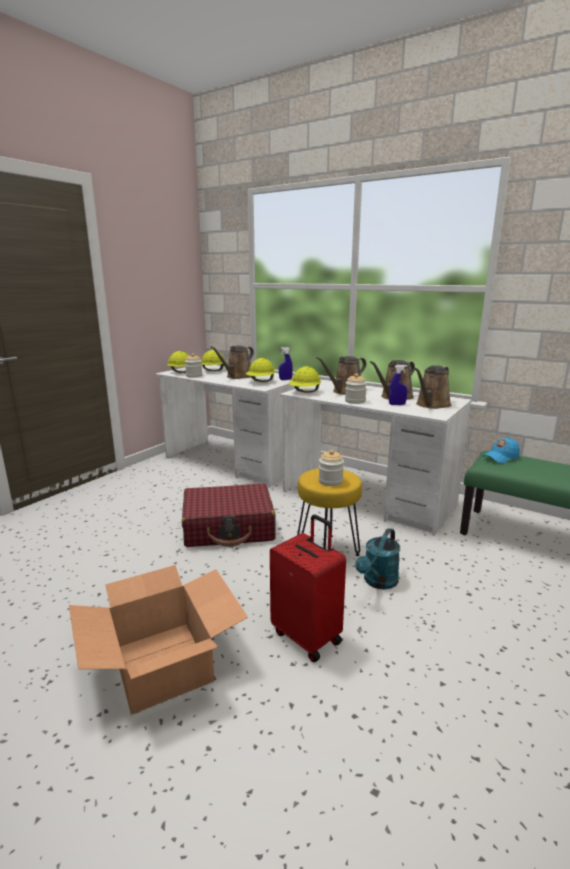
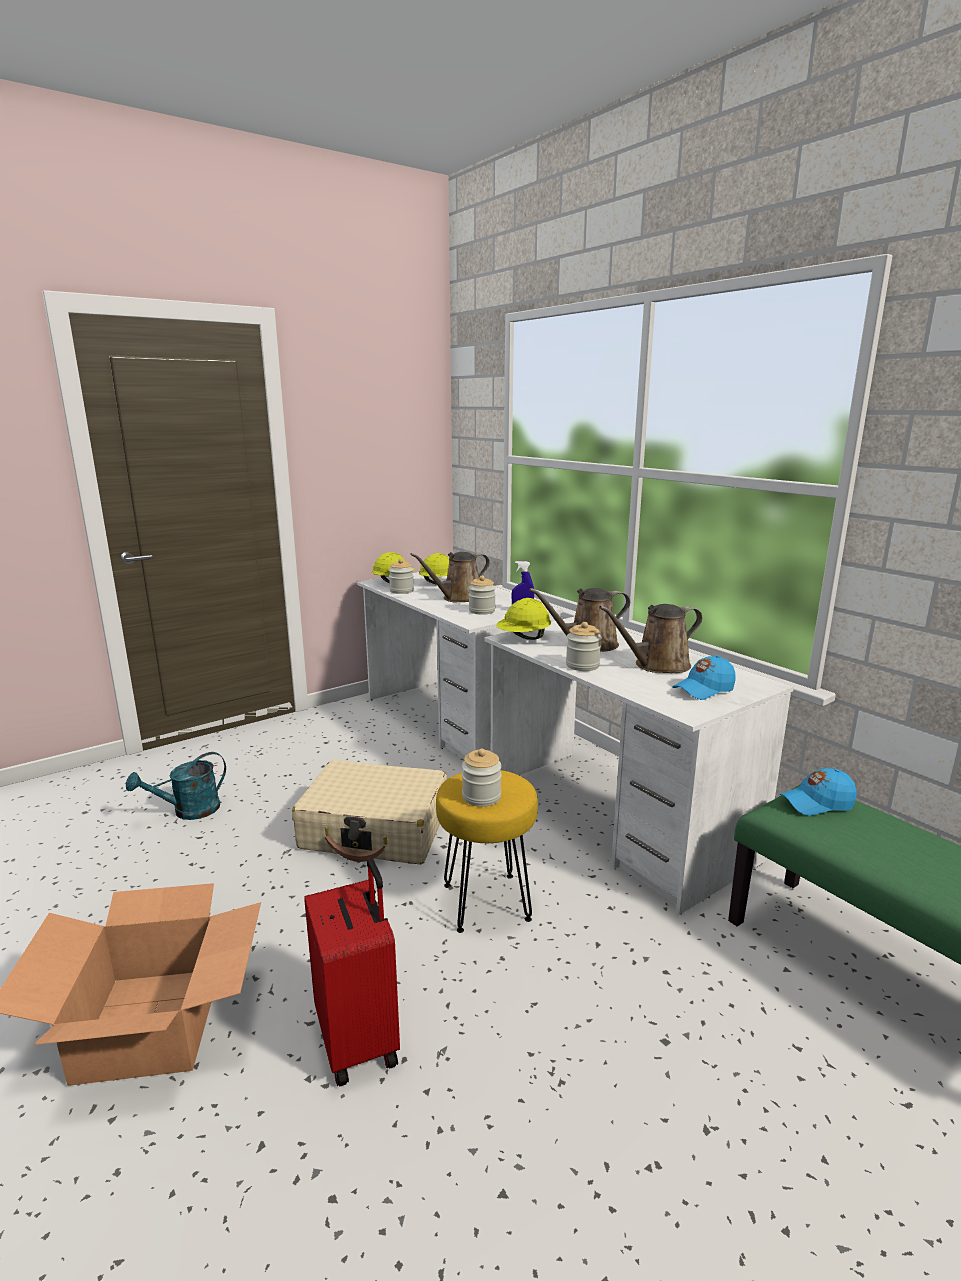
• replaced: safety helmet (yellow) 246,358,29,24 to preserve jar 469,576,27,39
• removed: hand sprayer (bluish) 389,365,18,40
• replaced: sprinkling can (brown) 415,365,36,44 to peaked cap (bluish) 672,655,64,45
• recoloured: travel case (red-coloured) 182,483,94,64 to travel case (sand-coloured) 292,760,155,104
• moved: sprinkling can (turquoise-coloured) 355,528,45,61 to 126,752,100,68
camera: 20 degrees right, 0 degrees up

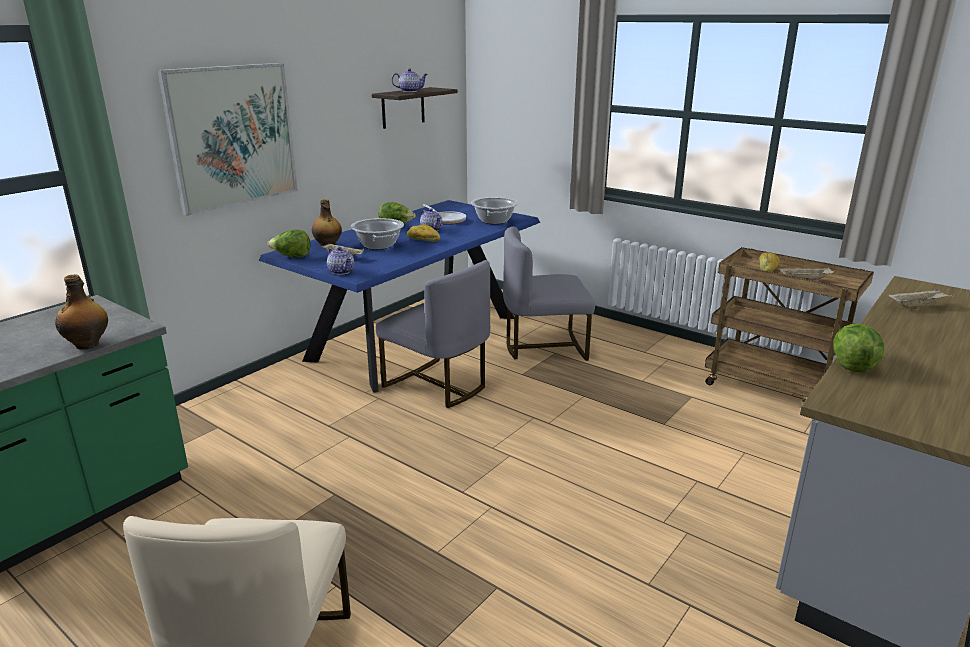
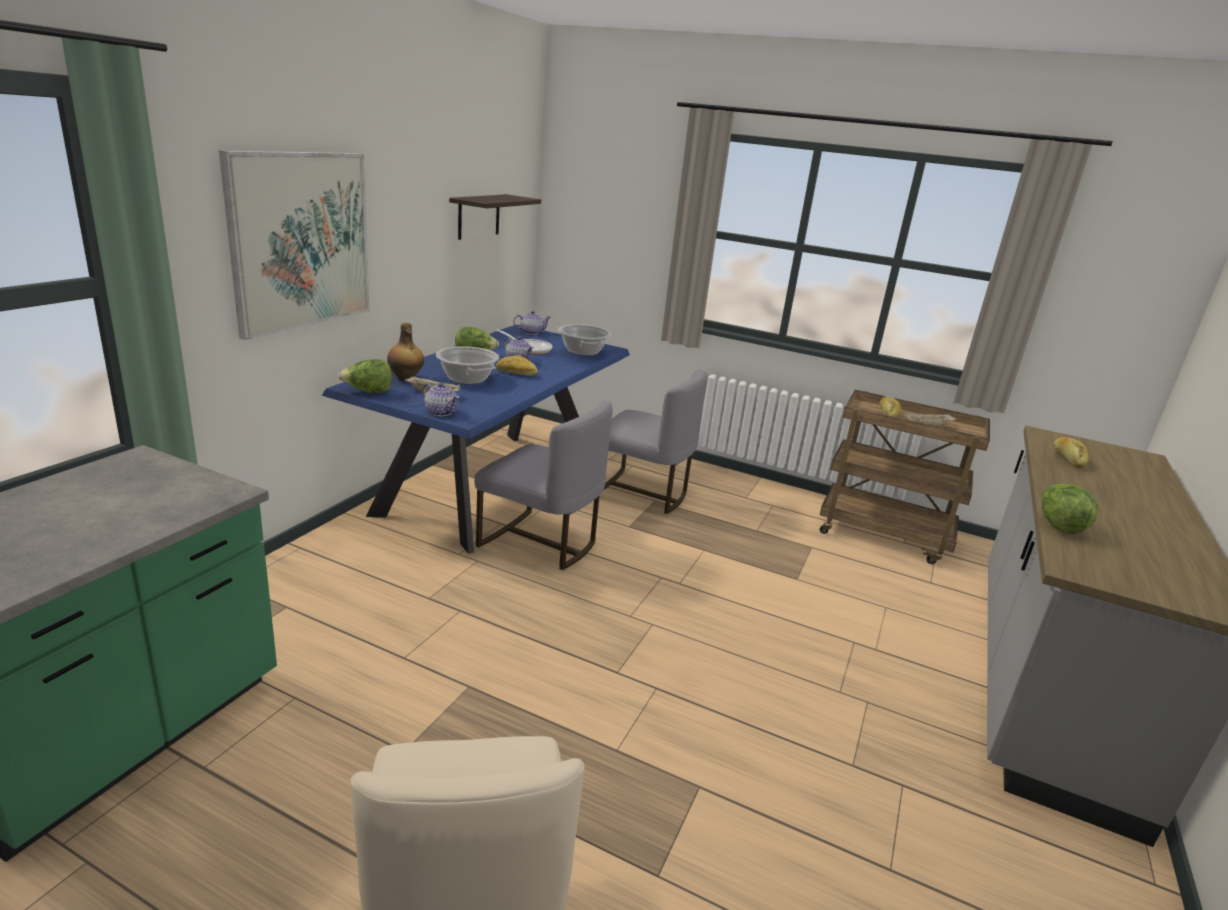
• moved: pot for tea 392,68,36,24 to 513,311,38,24
• turned: plain chair (gray) 503,227,92,134 = 604,369,104,145 135 degrees counterclockwise
• removed: beverage bottle 55,274,53,76
• replaced: carrying tray (sand-coloured) 888,288,66,21 to bakery bread 1054,437,34,31
camera: 15 degrees left, 0 degrees up

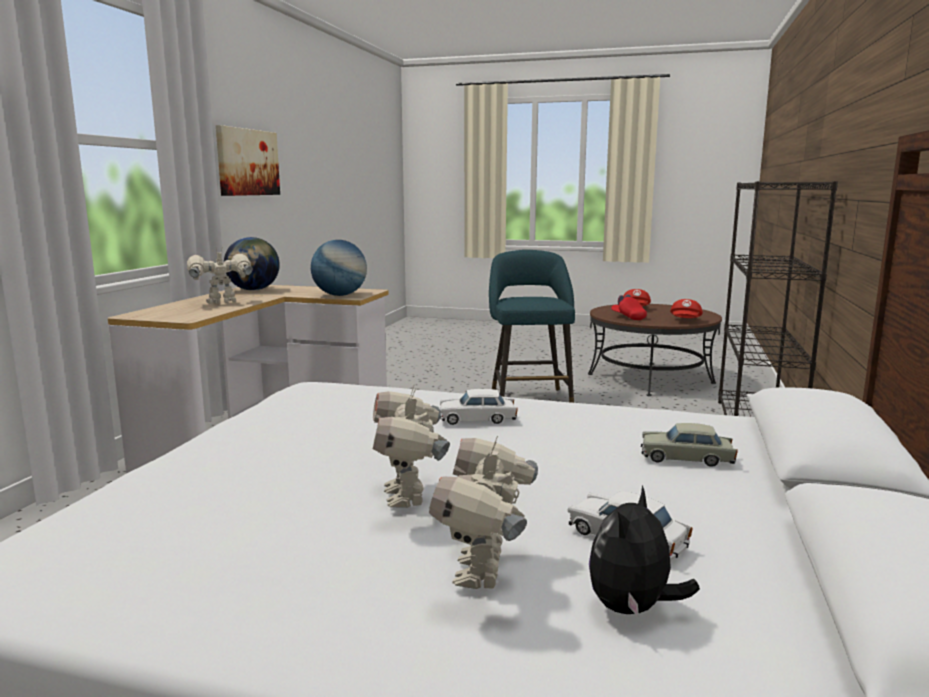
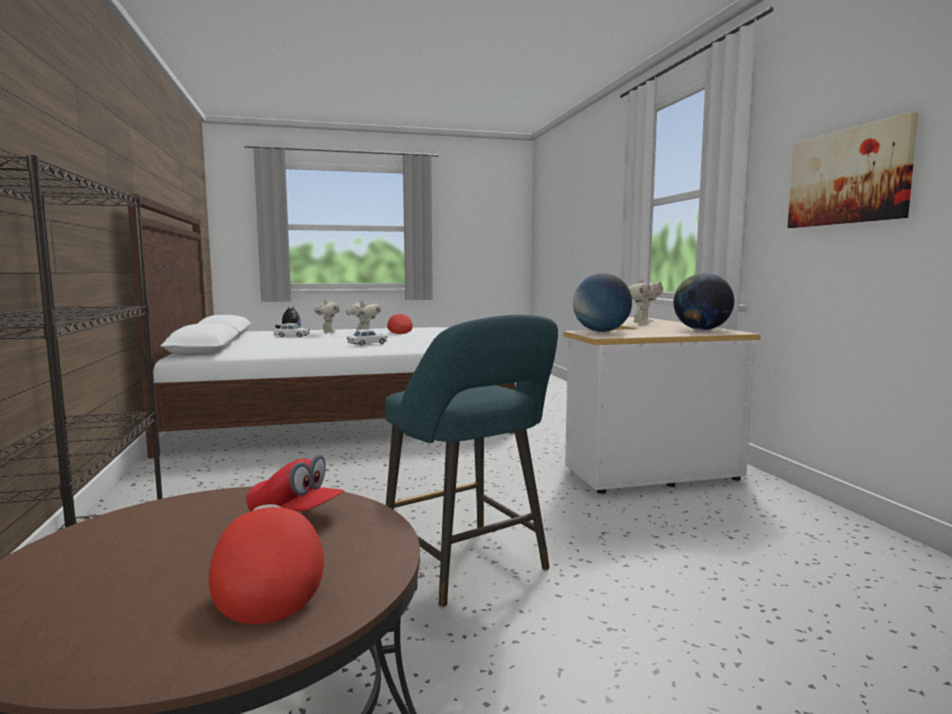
• moved: peaked cap (red-coloured) 670,299,33,19 to 387,314,26,20
• removed: miniature car (sand-coloured) 641,423,97,44
camera: 150 degrees right, 5 degrees down

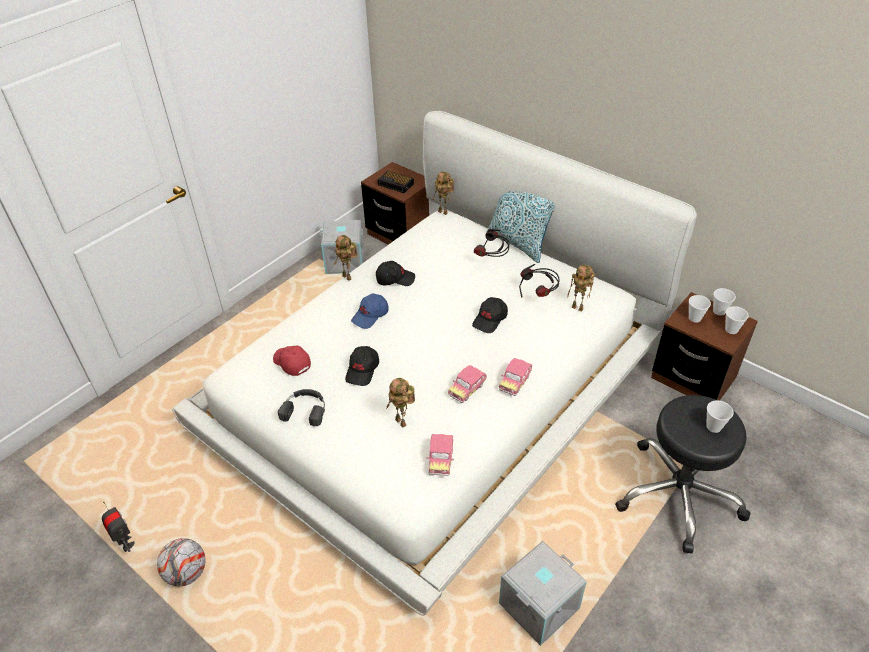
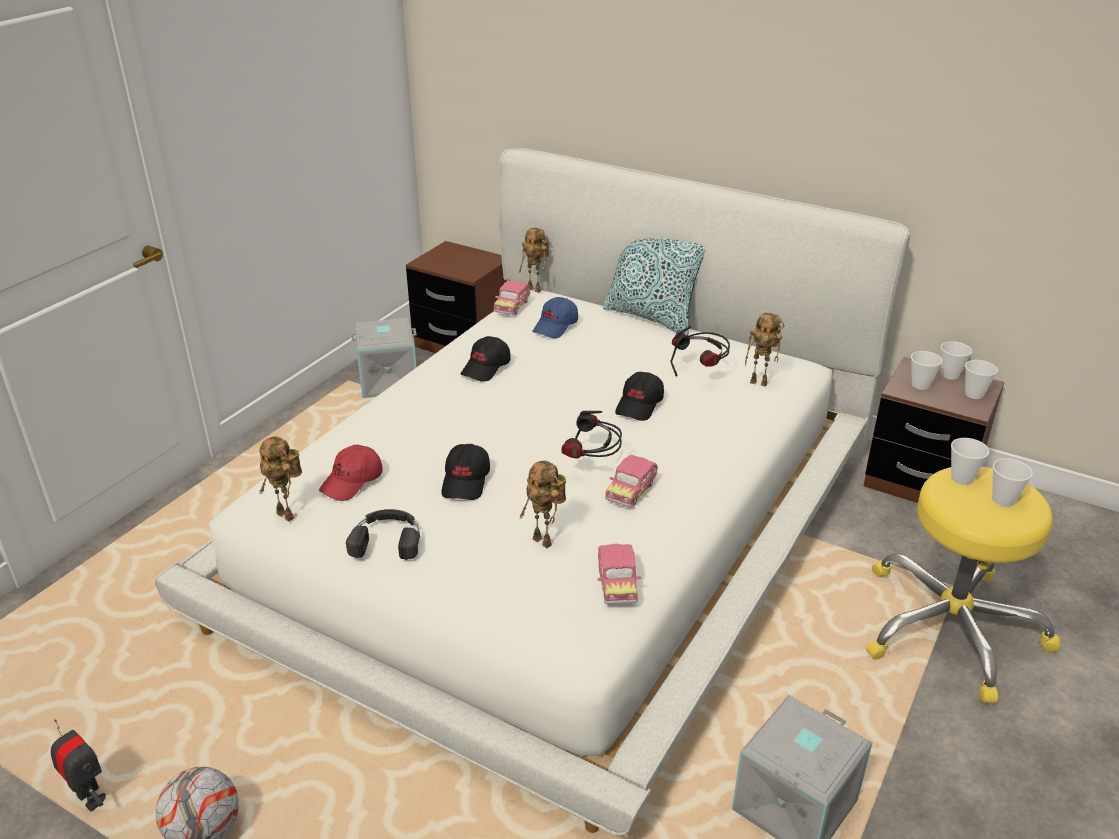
• removed: bedside clock 378,171,36,22
• moved: pair of headphones 474,229,35,28 to 562,411,60,47
• moved: toy robot 334,235,23,46 to 259,436,43,85
• turned: peaked cap (black-coloured) 376,261,39,25 = 461,336,50,46 135 degrees clockwise
• moved: peaked cap (bluish) 351,294,38,35 to 532,297,46,41
• turned: peaked cap (red-coloured) 273,346,38,30 = 319,445,64,56 90 degrees counterclockwise
• moved: miniature car 499,358,33,38 to 494,281,36,34
• recoloured: stool (black-coloured) 615,395,135,158 to stool (yellow) 866,466,194,237
• added: cup 951,438,38,47
camera: 10 degrees left, 10 degrees down

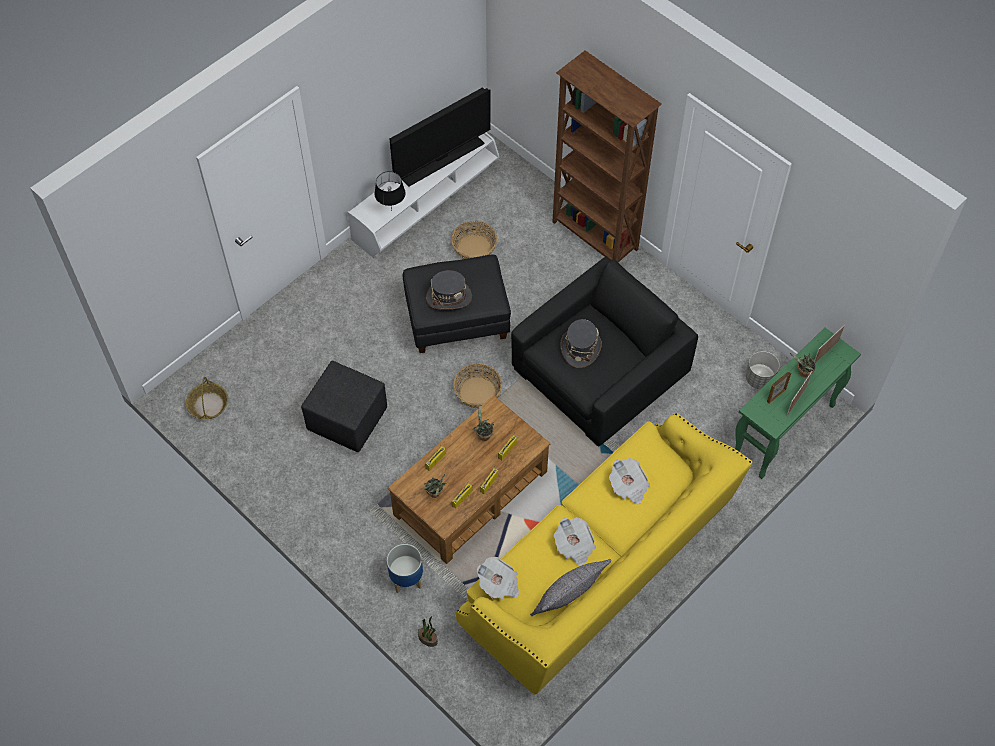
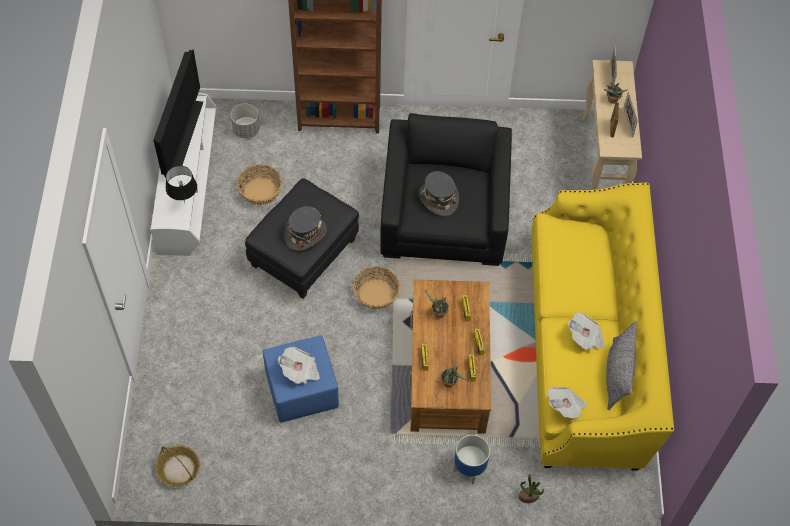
• recoloured: hall table (green-coloured) 735,327,126,152 to hall table (sand-coloured) 583,60,59,130
• moved: flower pot (gray) 745,351,35,38 to 231,103,29,35
• recoloured: pouffe (black-coloured) 301,361,86,91 to pouffe (bluish) 263,335,76,87
• moved: daily paper 609,458,41,47 to 278,347,42,37
camera: 45 degrees left, 0 degrees up

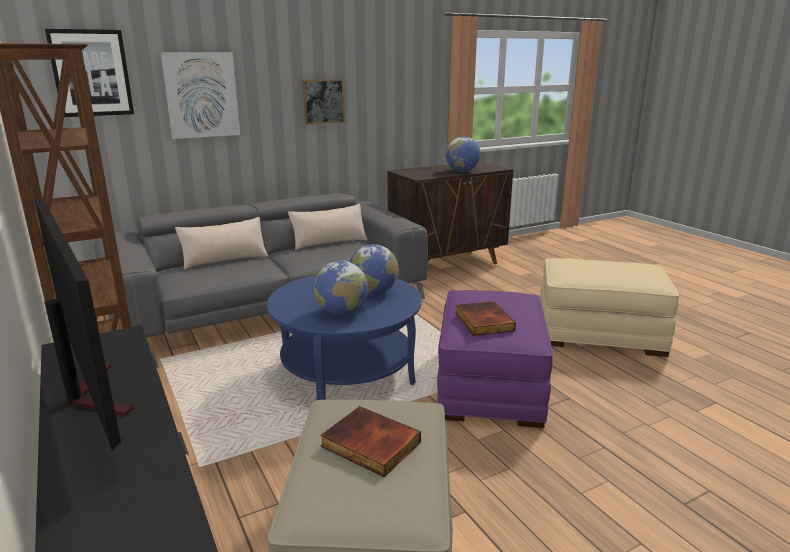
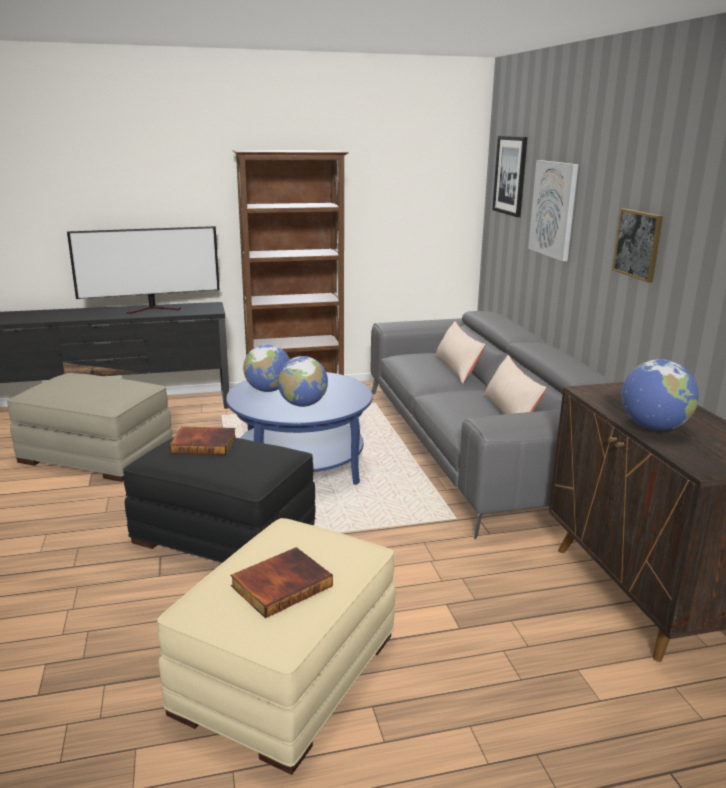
• recoloured: pouffe (purplish) 437,290,116,138 to pouffe (black-coloured) 123,437,193,126
• moved: bound book 320,406,101,71 to 230,547,103,71
camera: 105 degrees right, 0 degrees up

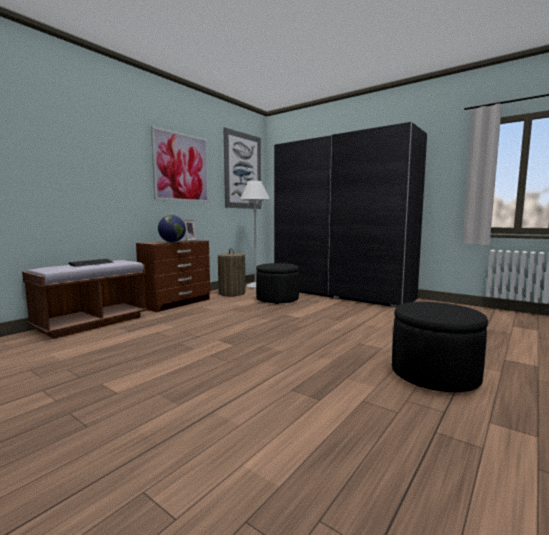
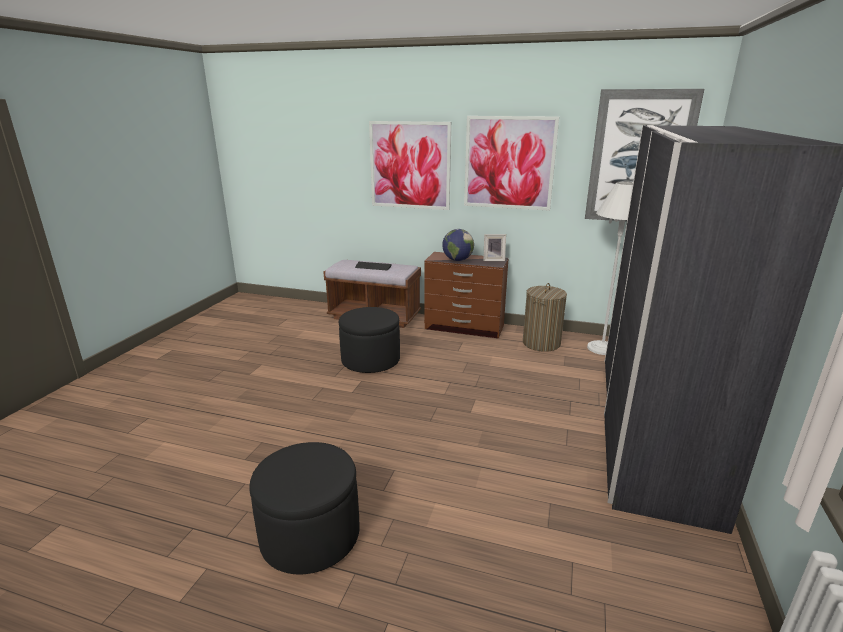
• moved: pouffe (black-coloured) 256,263,43,41 to 339,307,61,66
• added: wall art 369,121,82,89
camera: 70 degrees right, 15 degrees up

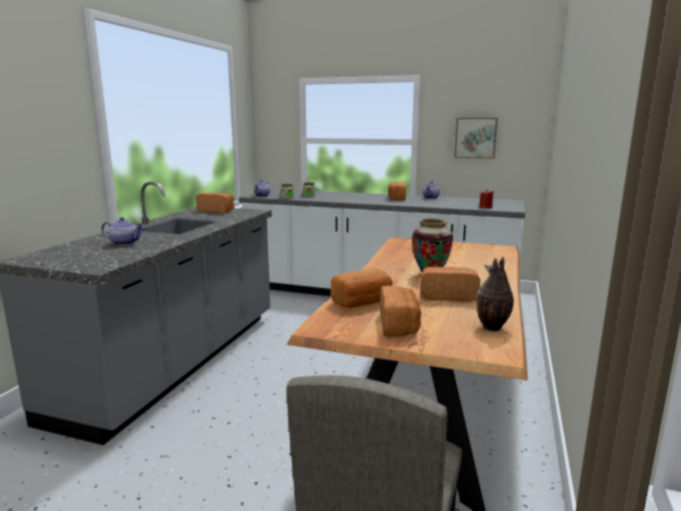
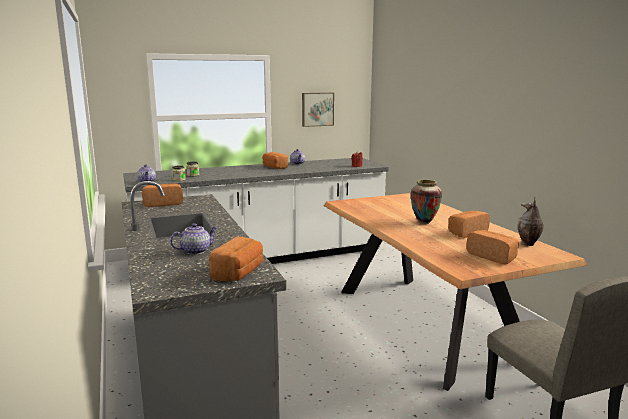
• moved: bakery bread 331,268,61,40 to 209,237,54,44
camera: 40 degrees left, 0 degrees up

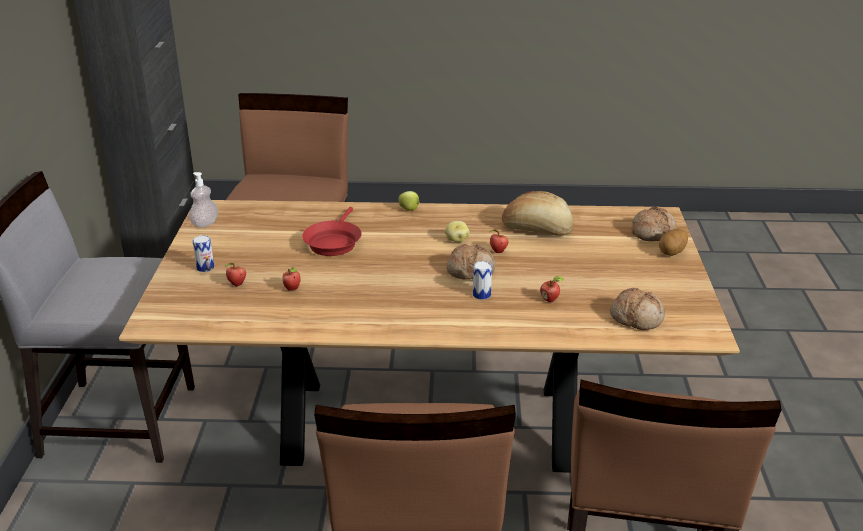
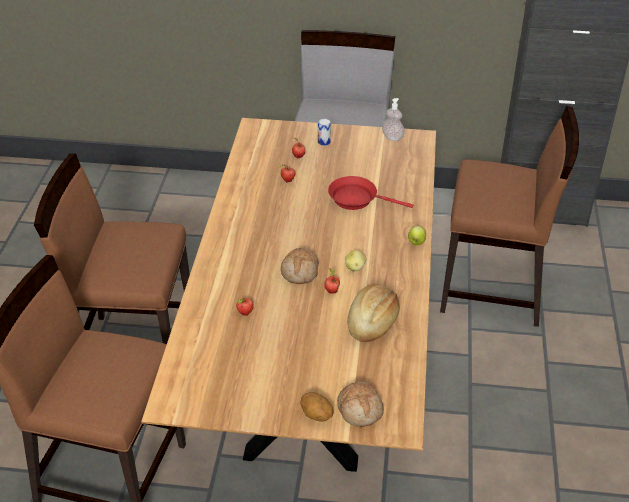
• removed: sealed can 473,261,19,39
• removed: bakery bread 610,288,55,42
camera: 95 degrees right, 10 degrees up

